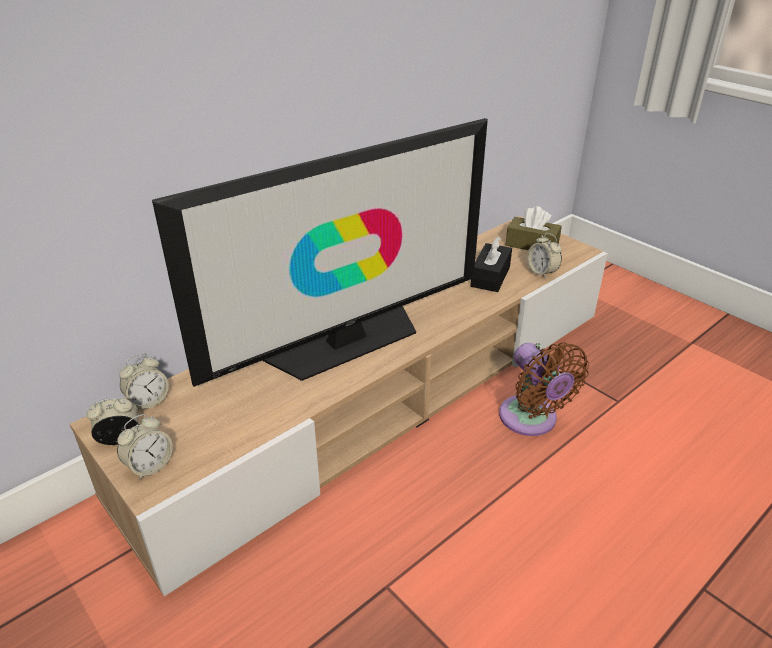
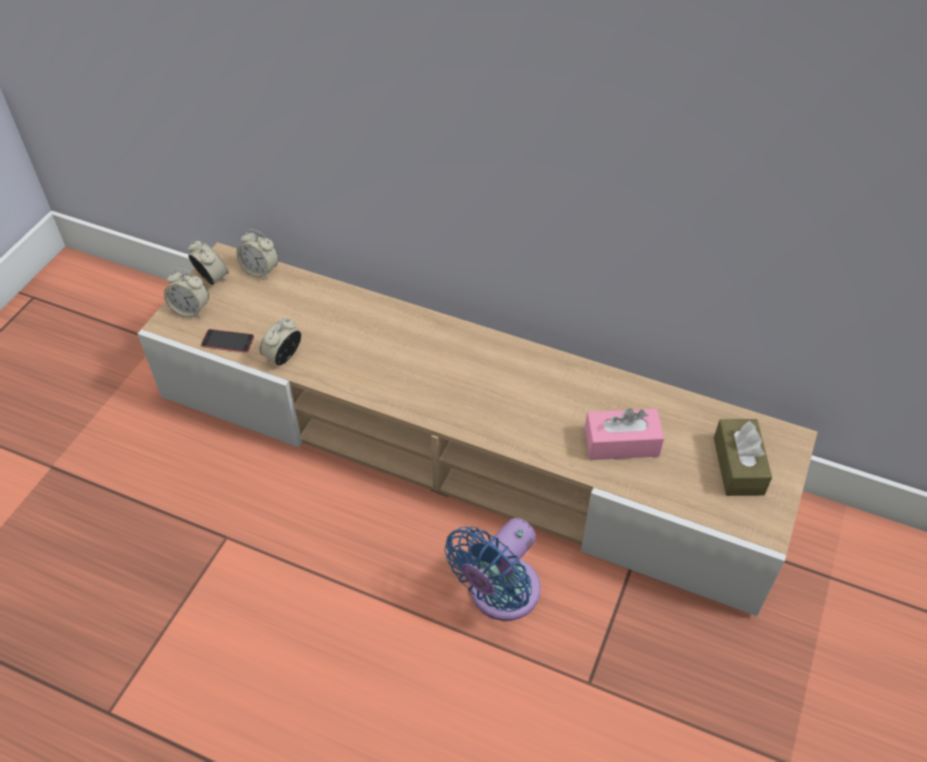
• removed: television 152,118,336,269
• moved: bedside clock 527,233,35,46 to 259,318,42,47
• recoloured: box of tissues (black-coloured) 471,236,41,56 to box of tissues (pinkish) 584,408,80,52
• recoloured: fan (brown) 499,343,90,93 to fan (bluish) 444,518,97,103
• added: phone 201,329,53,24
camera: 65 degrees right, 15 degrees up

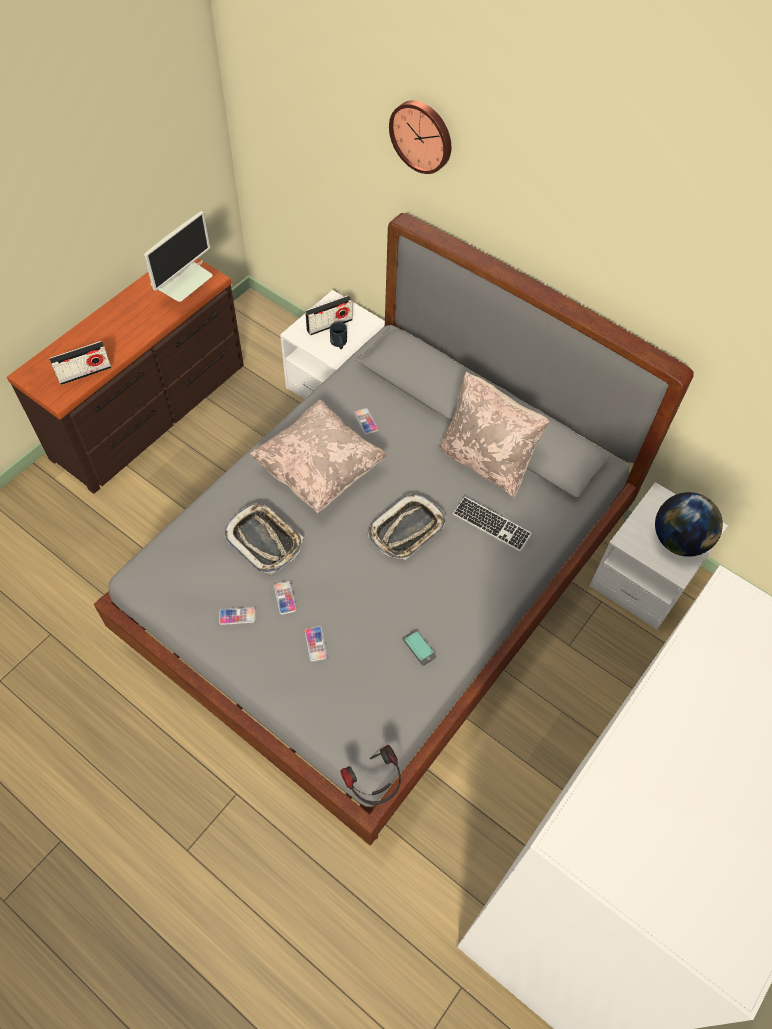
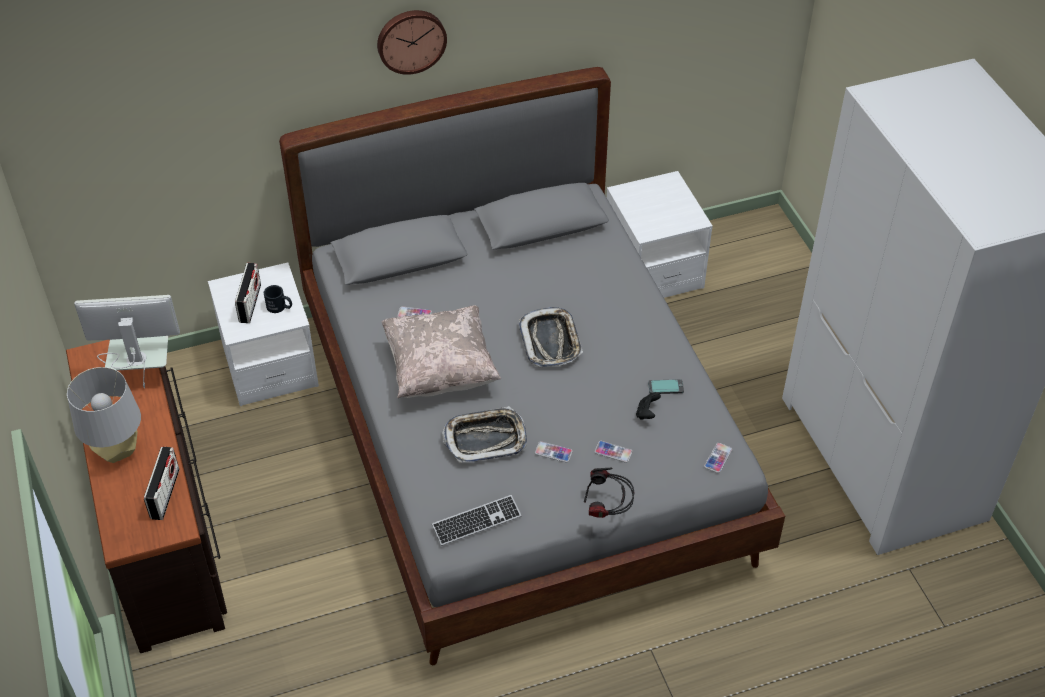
• moved: clock on the wall 389,100,62,74 to 377,10,70,65
• turned: computer screen 144,211,69,91 = 74,295,106,93 75 degrees counterclockwise
• removed: pillow (sand-coloured) 438,371,111,127
• removed: globe 655,492,68,65
• moved: keyboard 453,496,79,56 to 432,495,89,51
• moved: phone 219,607,36,18 to 704,443,28,30
• moved: pair of headphones 341,745,60,60 to 584,468,50,50
• added: table lamp (gray) 67,367,74,96
• added: joypad (black-coloured) 636,392,25,28
camera: 55 degrees left, 10 degrees down

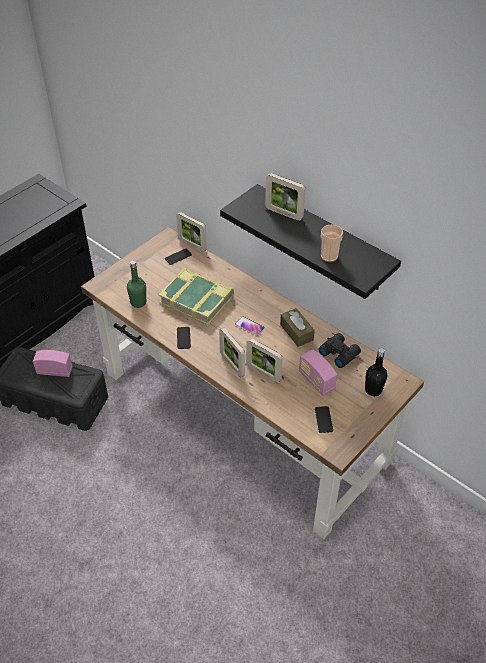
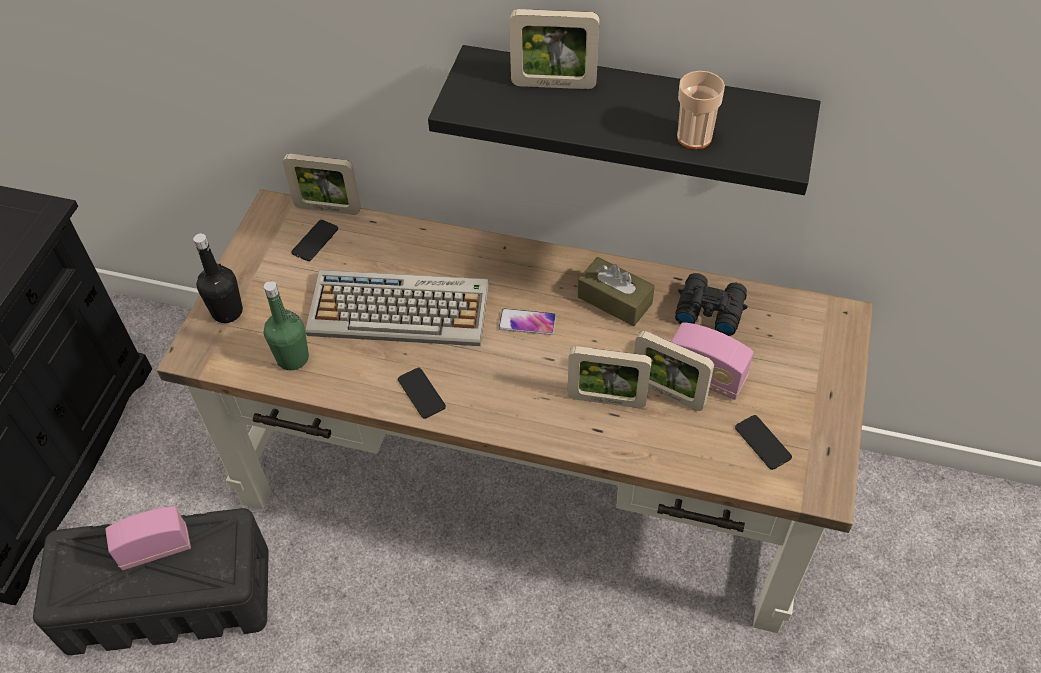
• replaced: bound book 158,268,76,58 to keyboard 306,270,183,76
• moved: standing frame 219,327,26,50 to 634,331,80,80
• moved: beverage bottle (black-coloured) 365,348,23,48 to 193,233,50,90
camera: 25 degrees left, 5 degrees up

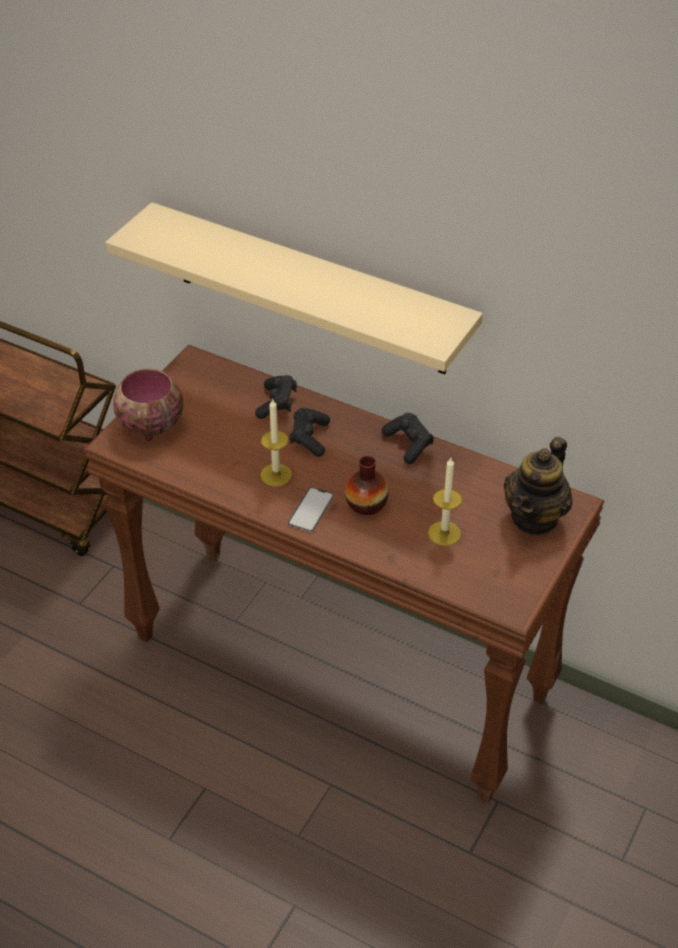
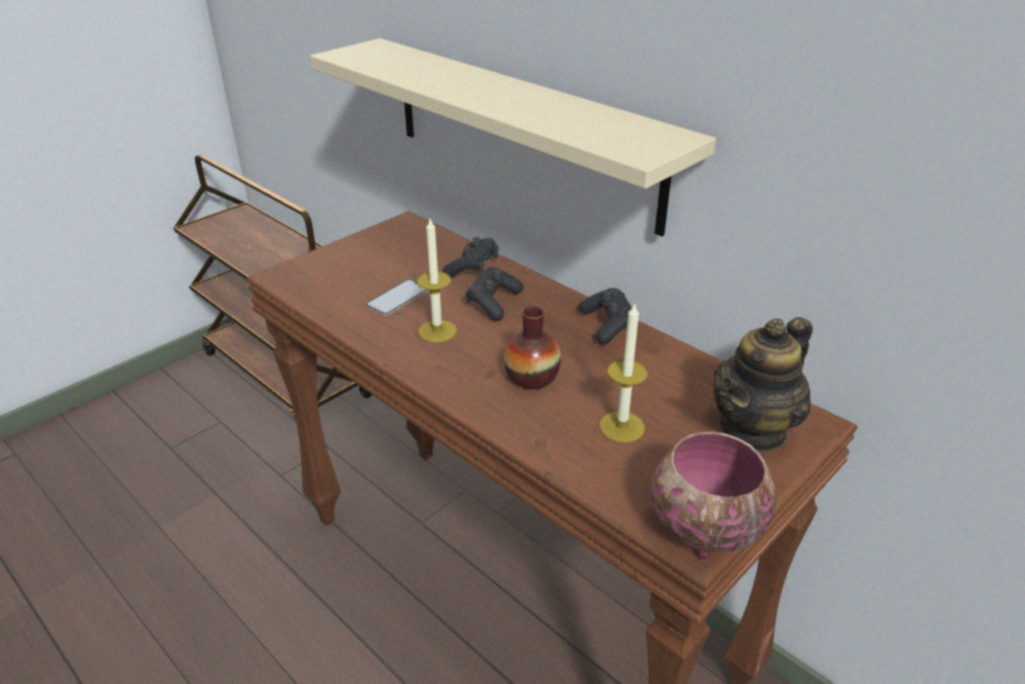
• moved: bowl 113,369,70,72 to 651,432,126,127
• moved: phone 288,487,46,45 to 365,279,64,37
camera: 15 degrees right, 10 degrees down

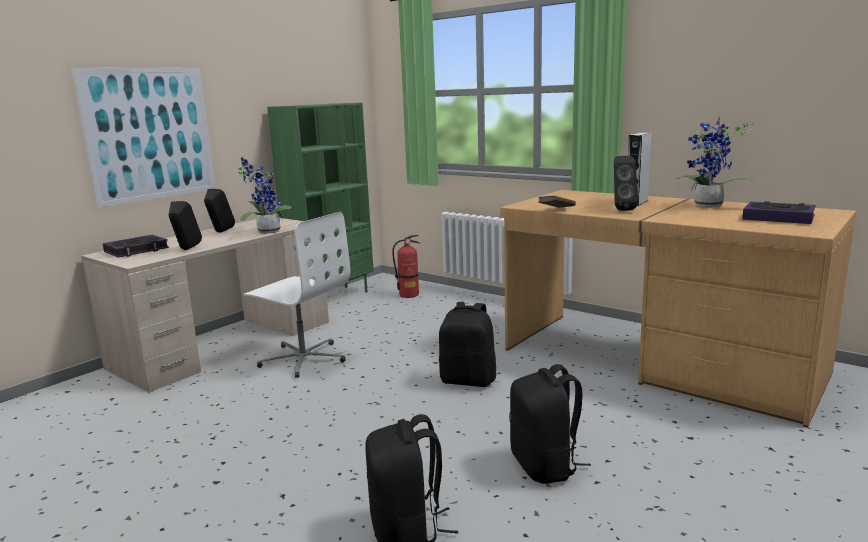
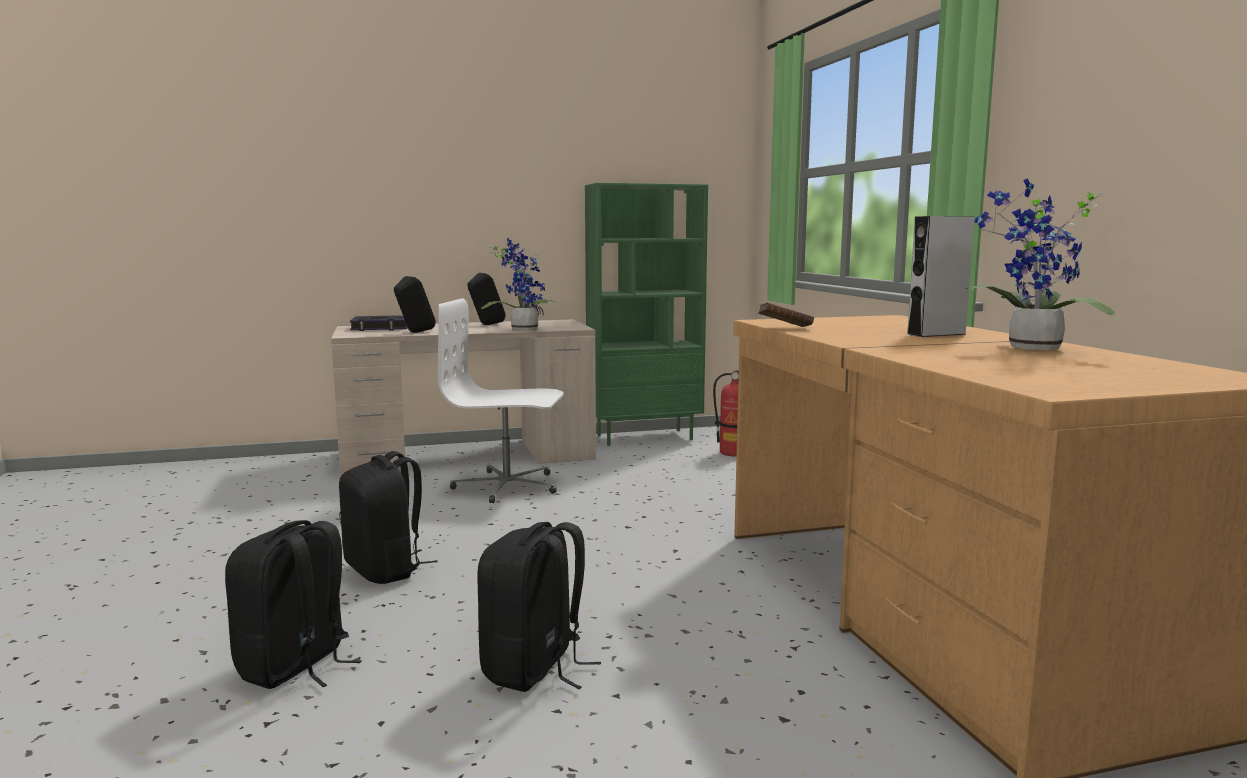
• removed: wall art 71,67,145,141
• removed: audio speaker (black-coloured) 614,156,24,55
• removed: bound book 742,201,74,23
• turned: desk chair (white) 243,212,107,166 = 438,298,126,205 120 degrees clockwise
• moved: rucksack (black-coloured) 439,302,57,85 to 339,451,99,133
camera: 35 degrees right, 5 degrees down

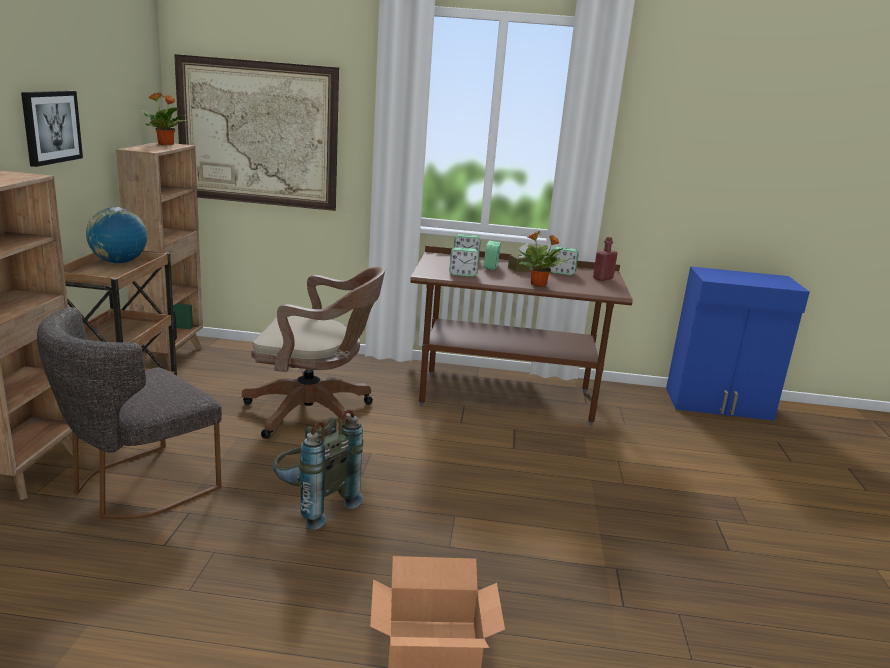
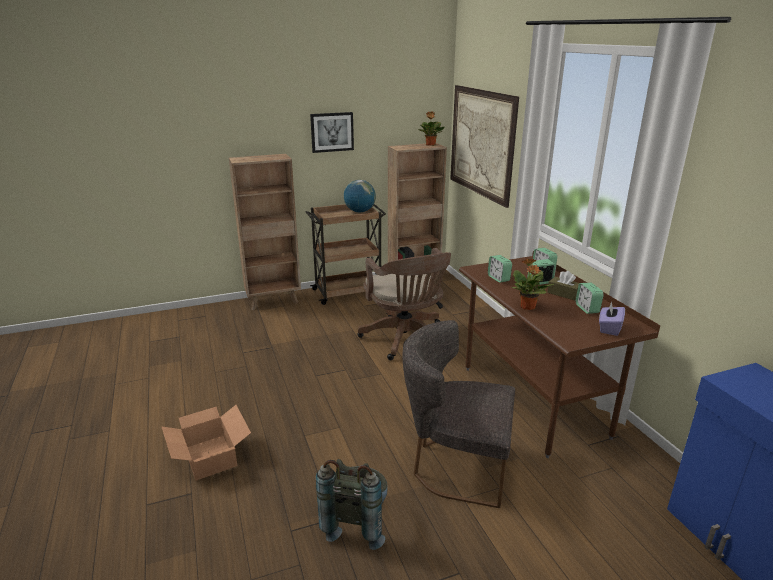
• replaced: beverage bottle (red-coloured) 593,237,25,44 to box of tissues (purplish) 599,301,26,35
• moved: plain chair (gray) 37,307,185,212 to 402,320,113,188
• moved: rucksack (gray) 273,409,90,121 to 316,459,72,91
camera: 65 degrees right, 5 degrees up

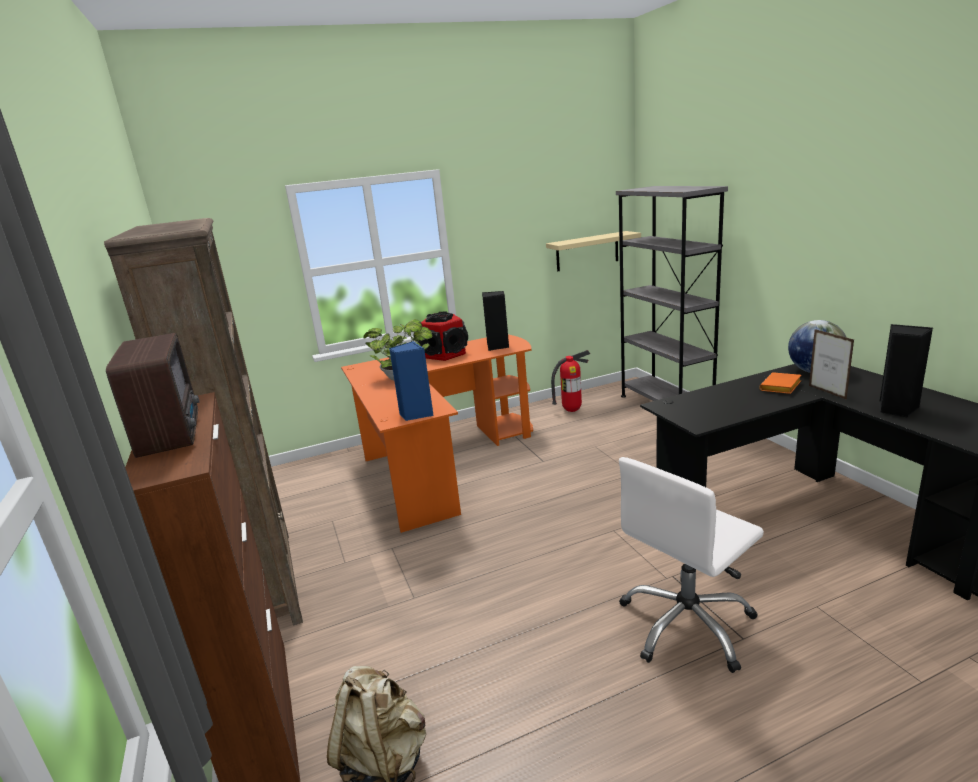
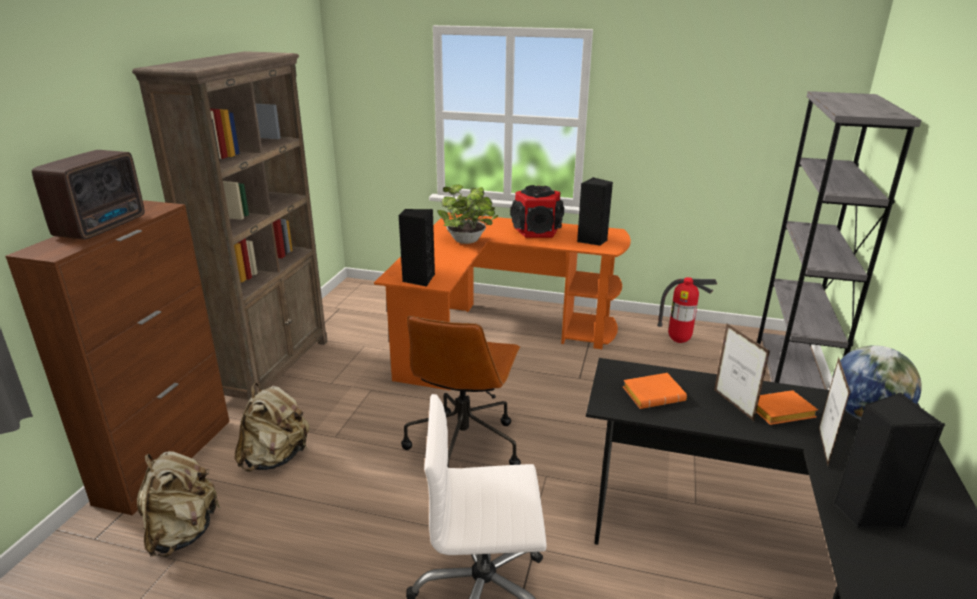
• removed: wall shelf (sand-coloured) 546,231,95,40
• recoloured: audio speaker (bluish) 389,341,45,80 to audio speaker (black-coloured) 398,209,37,77
• added: desk chair (brown) 401,316,120,152
• added: standing frame 714,323,56,98
• added: bound book (orange) 623,373,64,36
• added: rucksack (sand-coloured) 235,383,74,89
camera: 35 degrees right, 5 degrees up

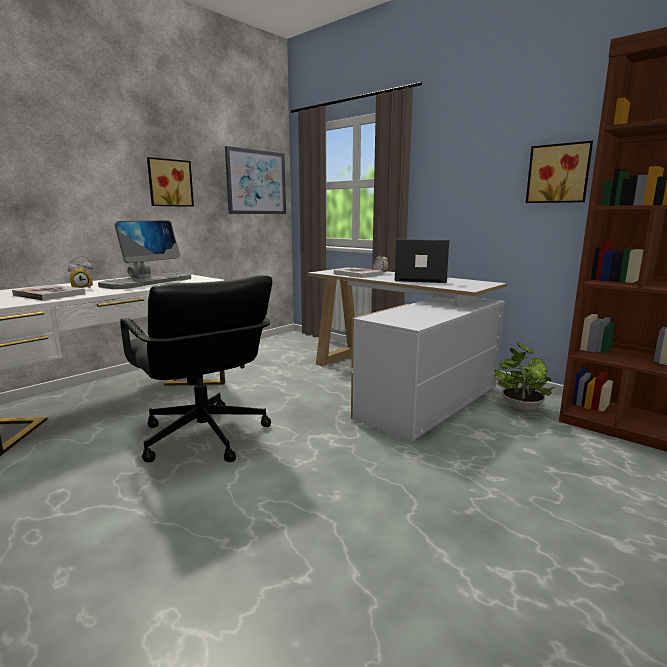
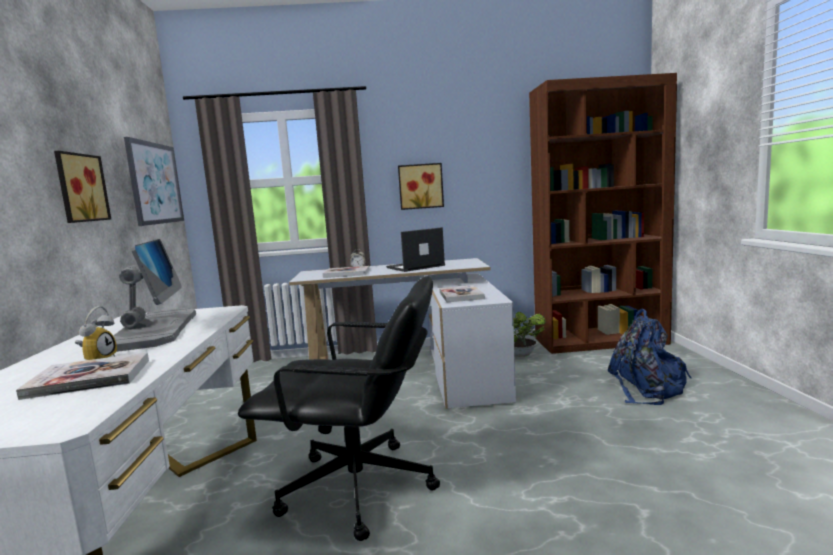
• moved: wall art 526,141,67,62 to 398,163,46,47
• added: bound book 439,285,46,17
• added: rucksack (bluish) 608,309,84,96
camera: 45 degrees left, 5 degrees down

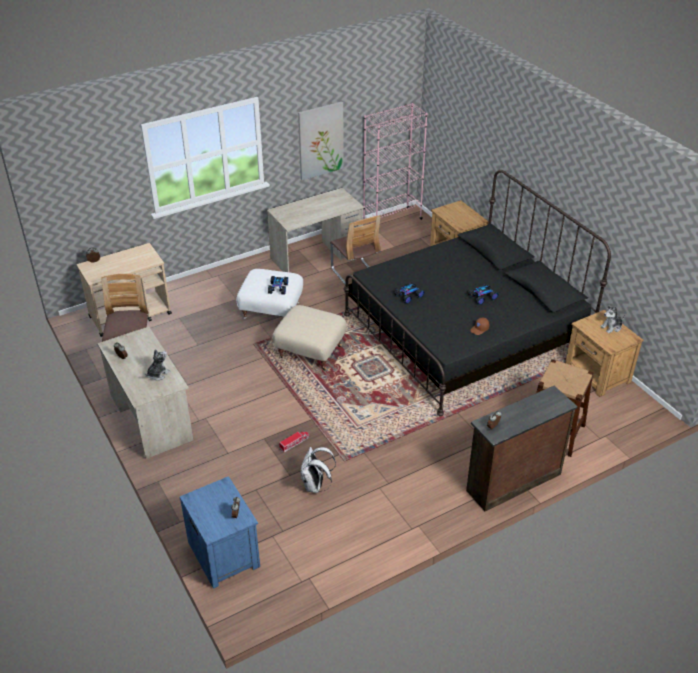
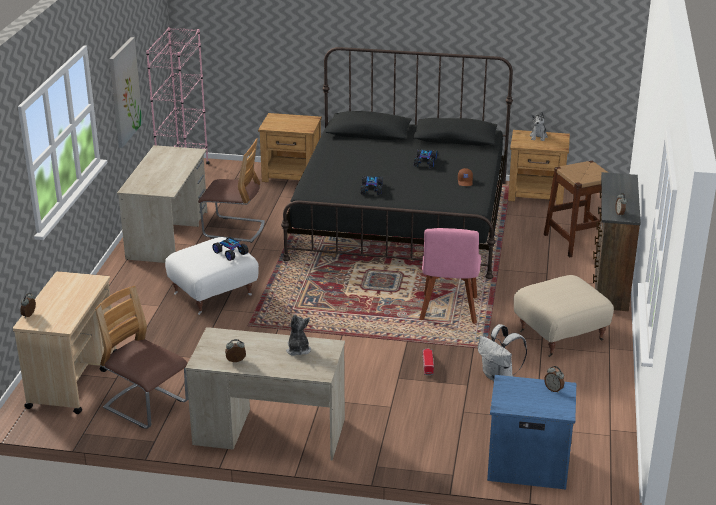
• moved: pouffe (sand-coloured) 272,305,74,65 to 514,275,100,82
• added: plain chair (pinkish) 419,228,62,96
camera: 50 degrees left, 10 degrees down

